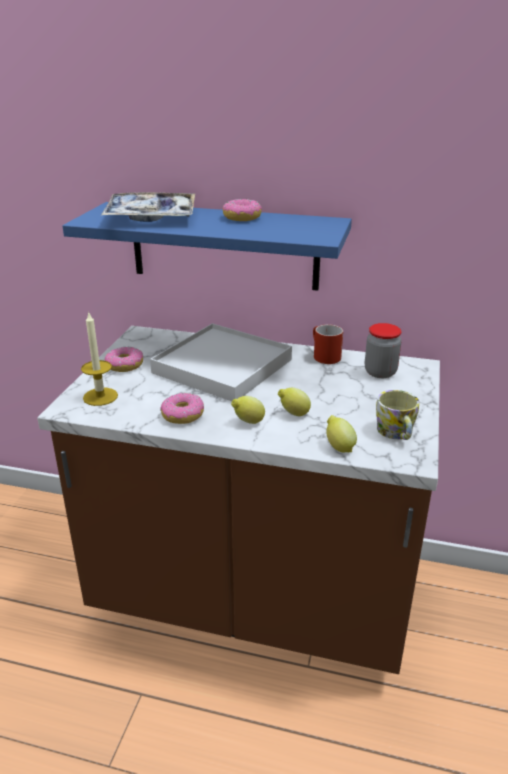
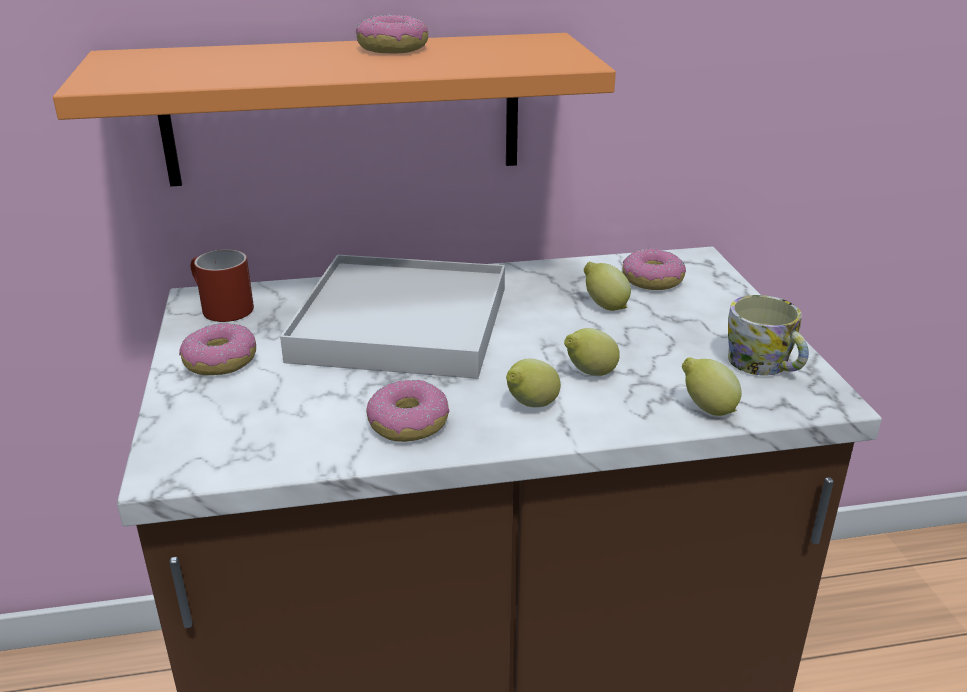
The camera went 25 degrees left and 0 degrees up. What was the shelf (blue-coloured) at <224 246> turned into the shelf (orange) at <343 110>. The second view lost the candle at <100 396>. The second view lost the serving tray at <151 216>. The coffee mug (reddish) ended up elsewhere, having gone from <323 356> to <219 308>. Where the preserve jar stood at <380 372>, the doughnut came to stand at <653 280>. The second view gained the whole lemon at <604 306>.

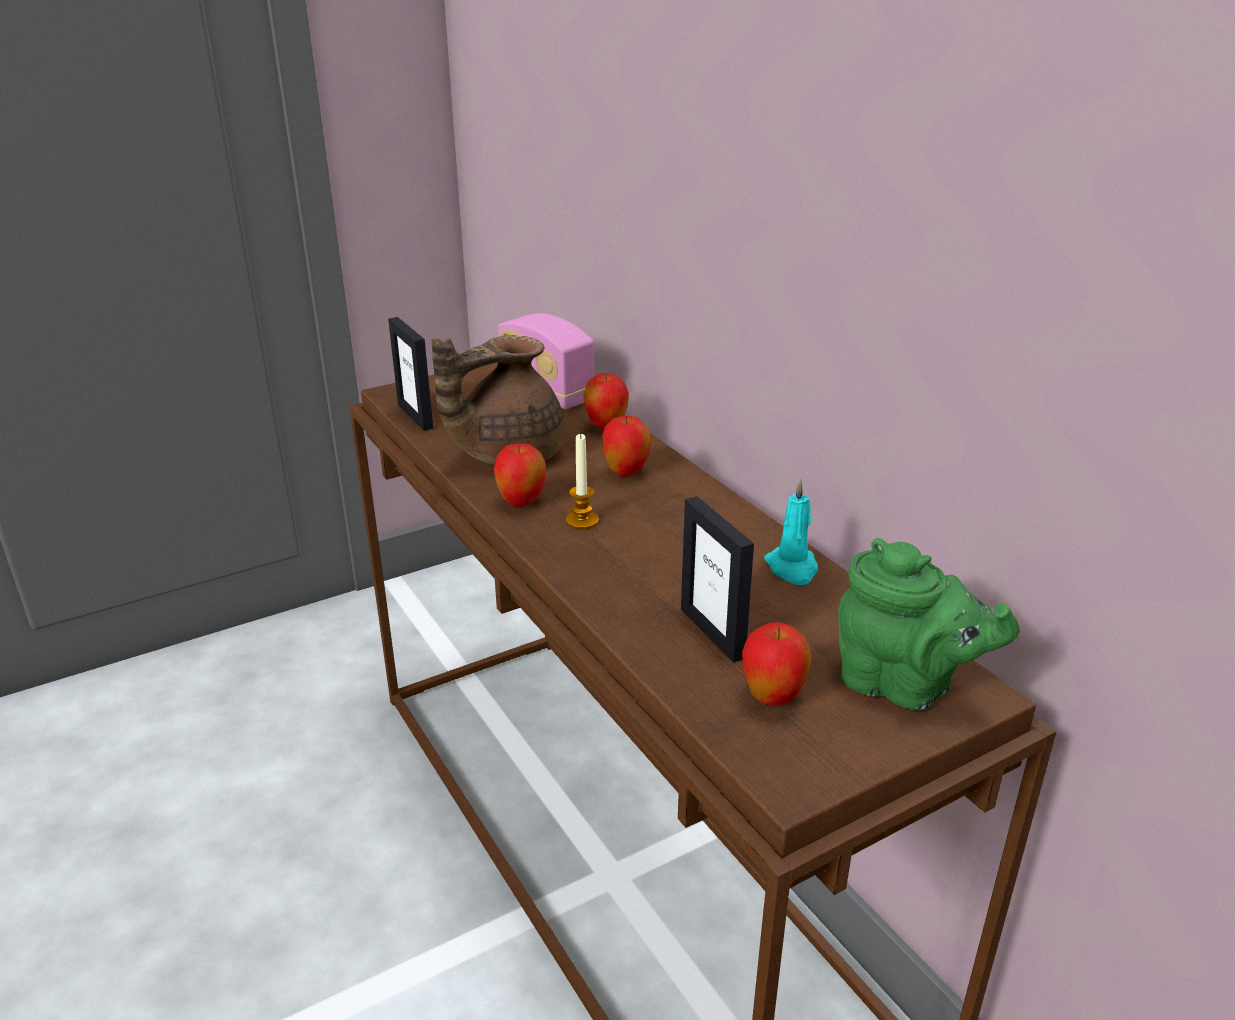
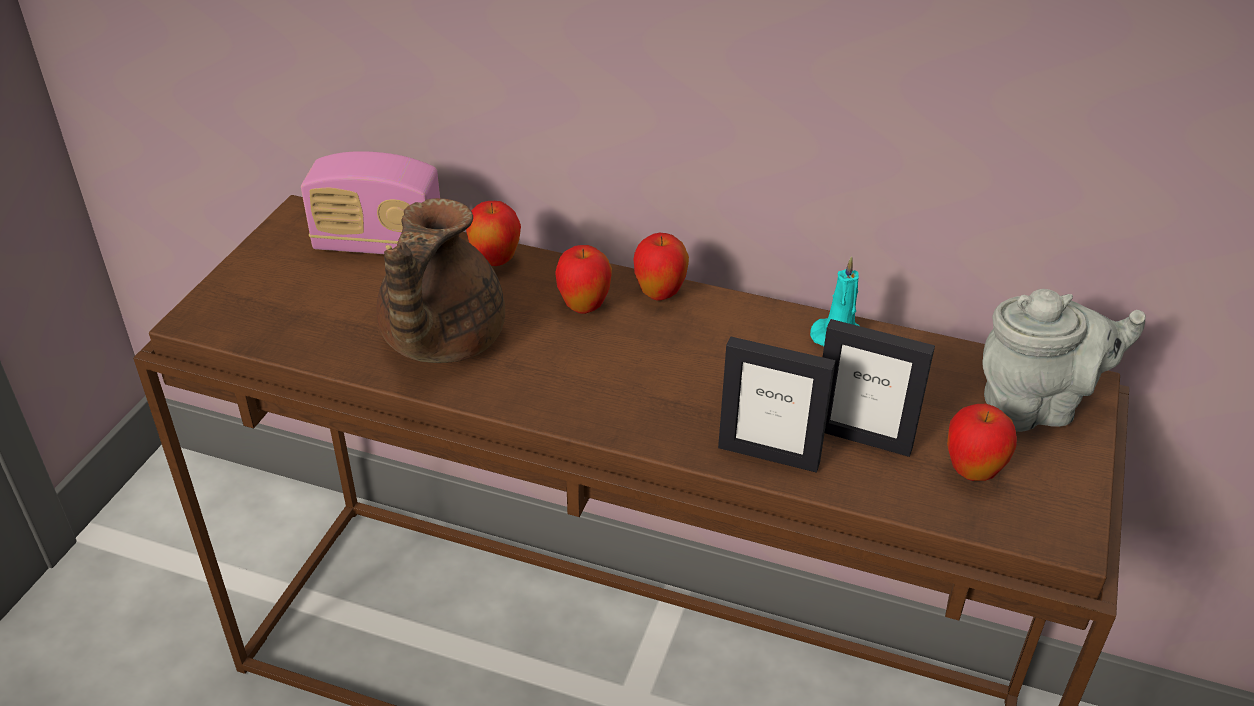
The camera went 40 degrees left and 10 degrees up. The standing frame ended up elsewhere, having gone from <416 416> to <769 454>. The apple ended up elsewhere, having gone from <521 503> to <660 294>. The second view lost the candle at <582 521>. What was the tea pot (greenish) at <904 686> turned into the tea pot (greyish) at <1035 407>.

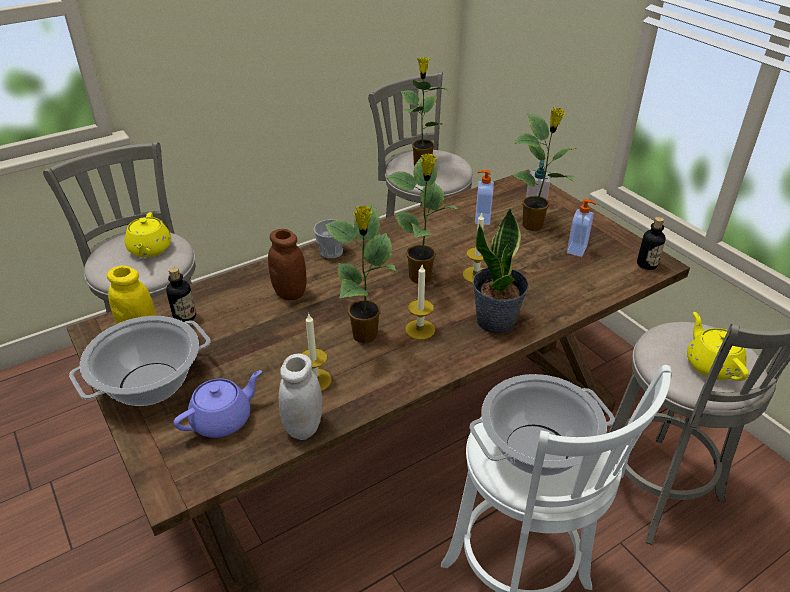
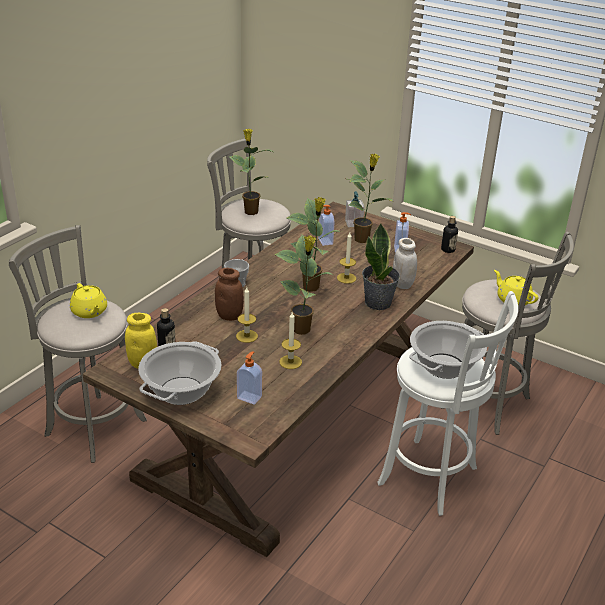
The camera went 25 degrees left and 5 degrees down. Where the tea pot (purple-coloured) stood at <223 419>, the soap bottle came to stand at <249 397>. The preserve jar (white-coloured) ended up elsewhere, having gone from <303 427> to <402 284>. The candle ended up elsewhere, having gone from <420 329> to <247 336>.

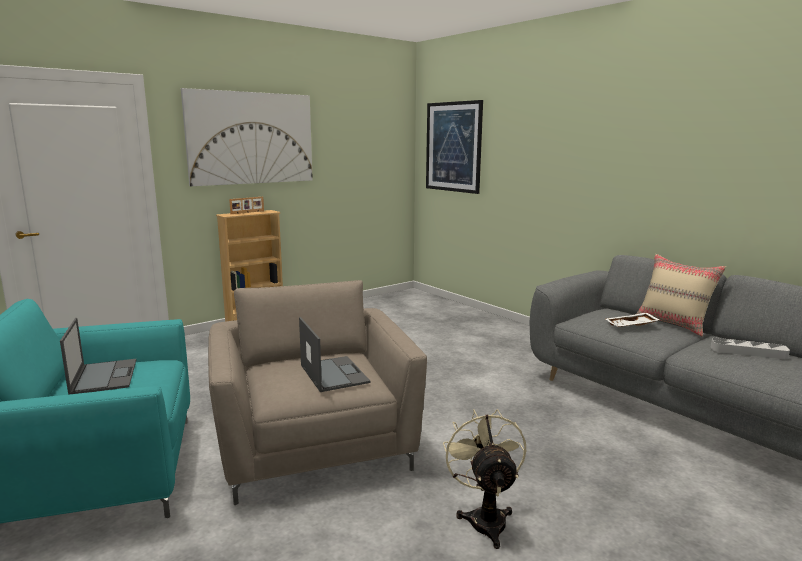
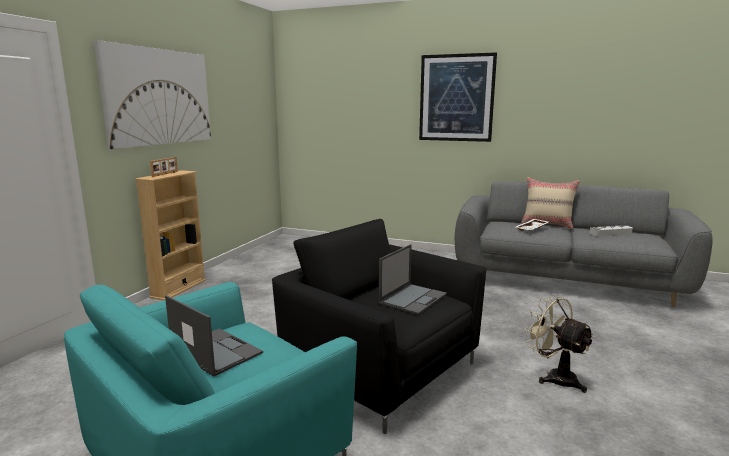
The camera went 30 degrees left and 0 degrees up. What was the easy chair (beige-coloured) at <314 445> turned into the easy chair (black-coloured) at <380 369>. The laptop at <333 373> ended up facing another way, 90 degrees clockwise from before. The wall picture ended up elsewhere, having gone from <453 147> to <456 98>.

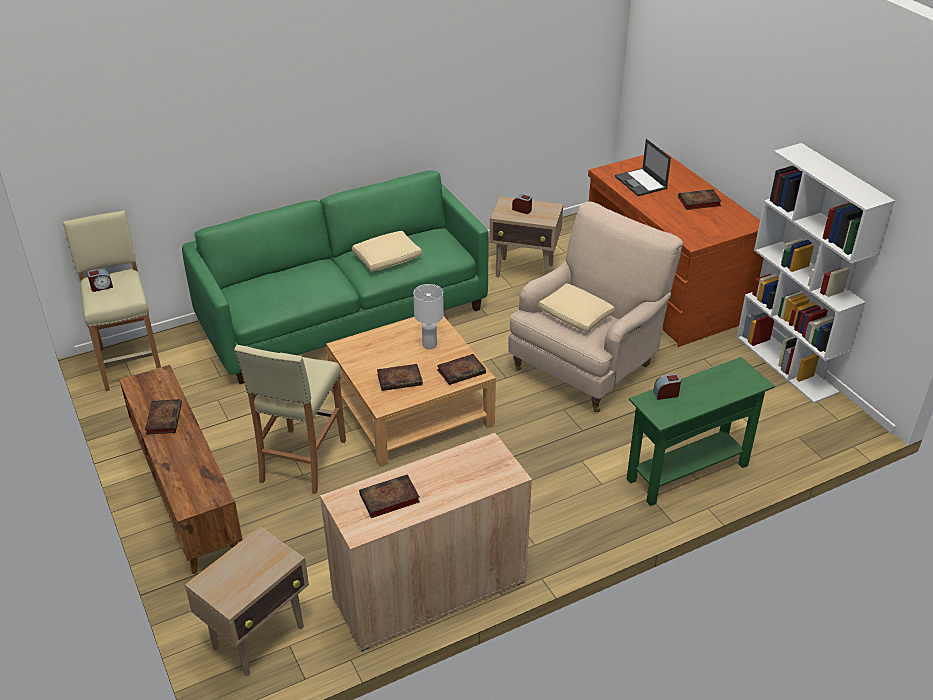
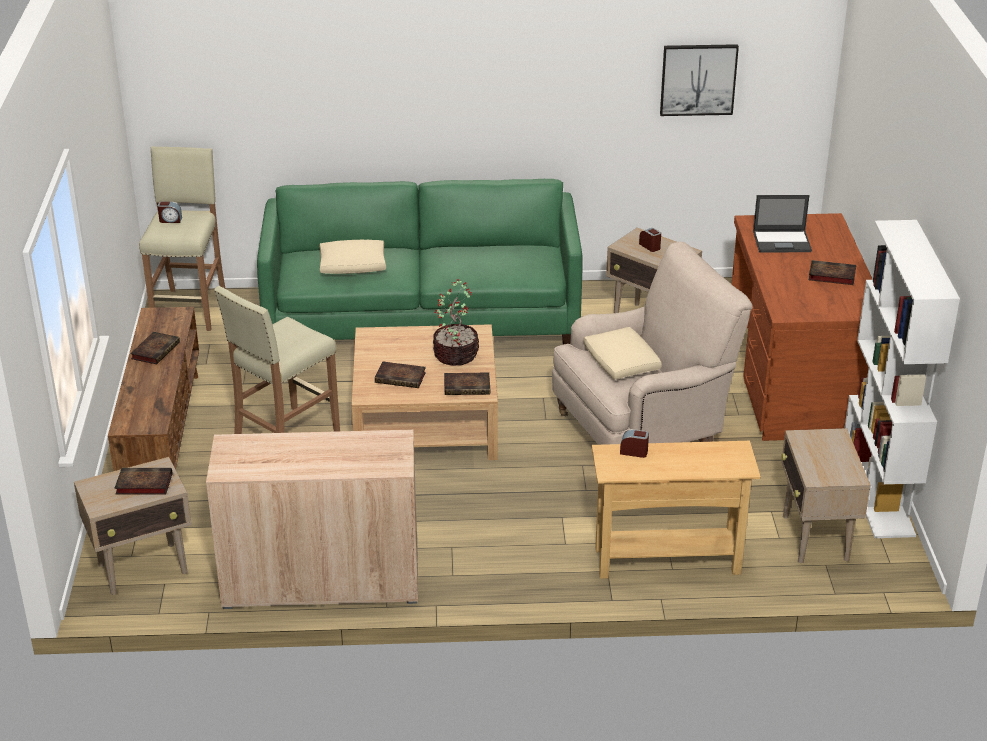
The camera went 25 degrees right and 5 degrees down. The pillow (beige-coloured) ended up elsewhere, having gone from <387 258> to <353 266>. The bound book ended up elsewhere, having gone from <388 499> to <142 484>. Where the lamp for a table (white-coloured) stood at <430 344>, the potted plant came to stand at <456 354>. The laptop at <641 183> ended up facing another way, 90 degrees counterclockwise from before. What was the hall table (greenish) at <687 472> turned into the hall table (beige-coloured) at <667 560>. The second view gained the wall picture at <698 79>. The second view gained the accent table (beige-coloured) at <815 539>.

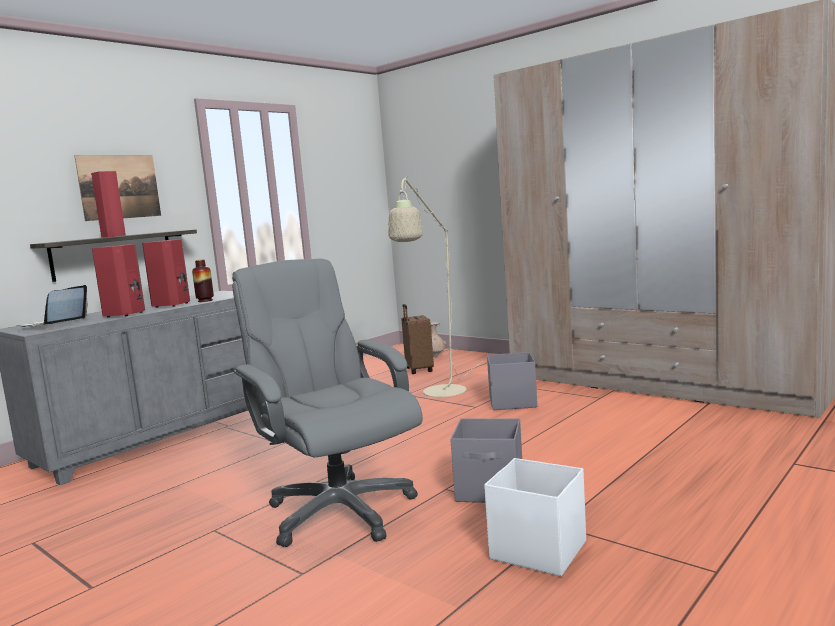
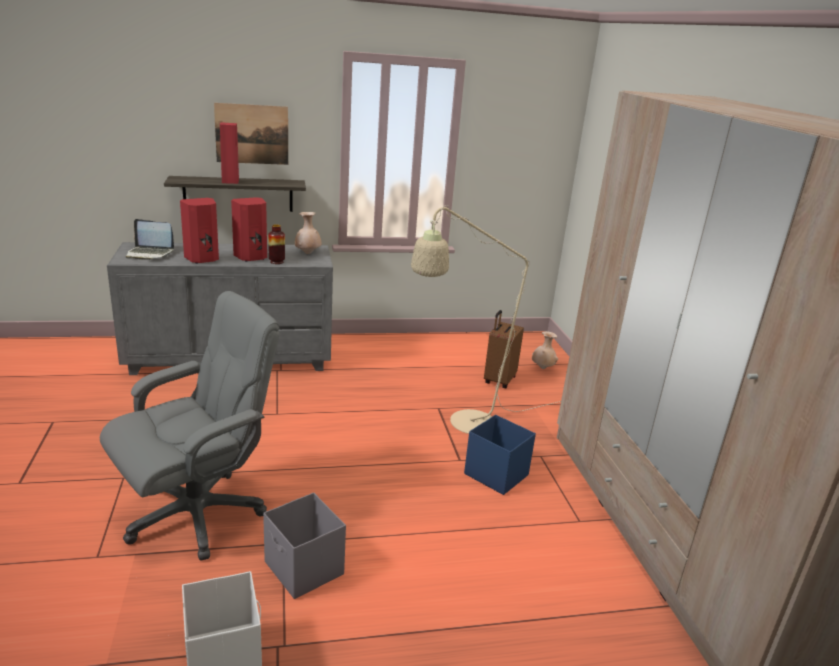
The camera went 35 degrees right and 15 degrees up. The laptop at <53 325> ended up facing another way, 135 degrees counterclockwise from before. The office chair (greyish) at <339 511> ended up facing another way, 45 degrees clockwise from before. What was the storage container (greyish) at <511 402> turned into the storage container (blue-coloured) at <495 474>. The second view gained the decorative vase (beige-coloured) at <307 253>.

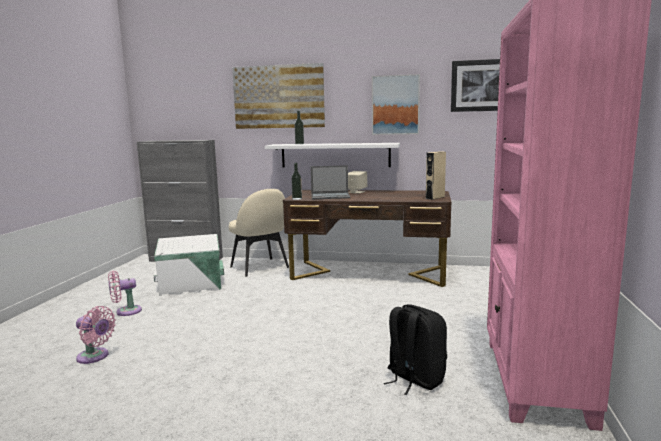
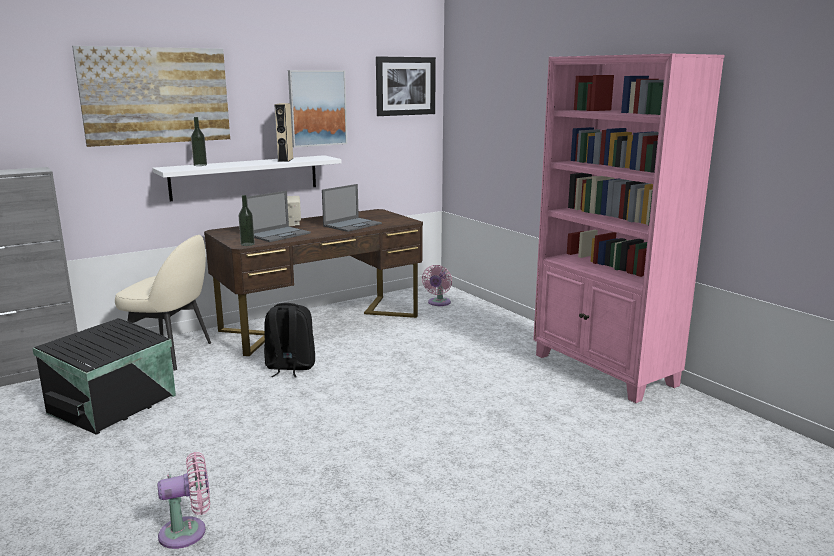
The camera went 45 degrees left and 5 degrees up. The fan (pink-coloured) ended up elsewhere, having gone from <126 311> to <438 303>. What was the storage container (white-coloured) at <191 284> turned into the storage container (black-coloured) at <115 404>. The backpack (black-coloured) ended up elsewhere, having gone from <414 379> to <290 367>. The audio speaker (beige-coloured) ended up elsewhere, having gone from <435 197> to <285 160>. The second view gained the laptop at <353 225>.

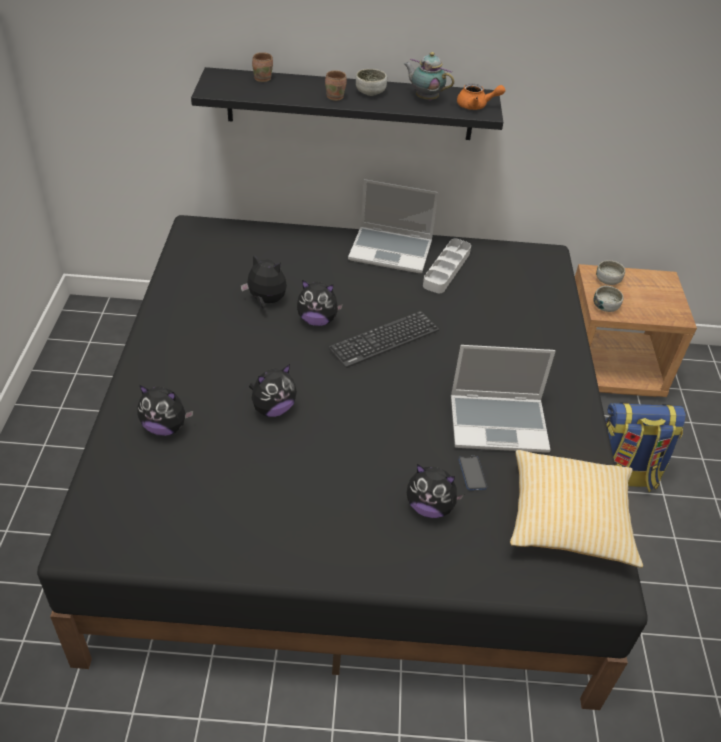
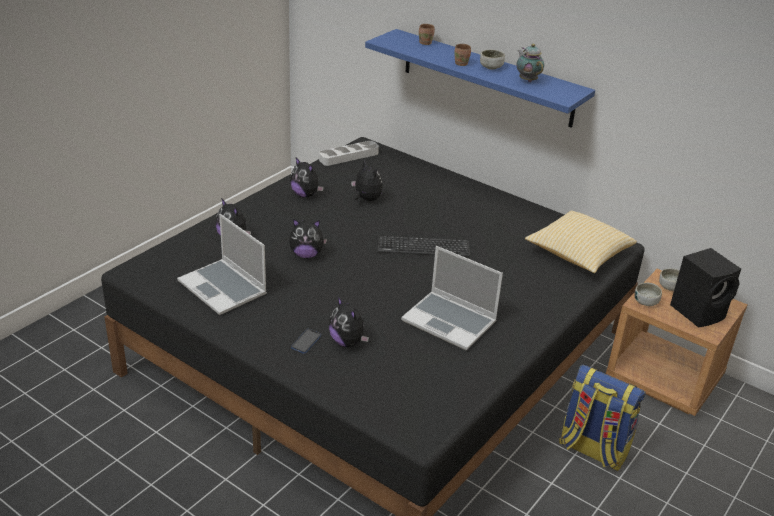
The camera went 35 degrees right and 10 degrees down. What was the shelf (black-coloured) at <350 104> turned into the shelf (blue-coloured) at <487 77>. The plush toy ended up elsewhere, having gone from <317 320> to <306 195>. The laptop ended up elsewhere, having gone from <392 251> to <224 288>. The serving tray (greyish) ended up elsewhere, having gone from <446 269> to <349 156>. The second view lost the tea pot (orange) at <476 106>. The telephone ended up elsewhere, having gone from <472 473> to <306 342>. The pillow ended up elsewhere, having gone from <568 520> to <578 254>. The second view gained the audio speaker (black-coloured) at <699 312>.

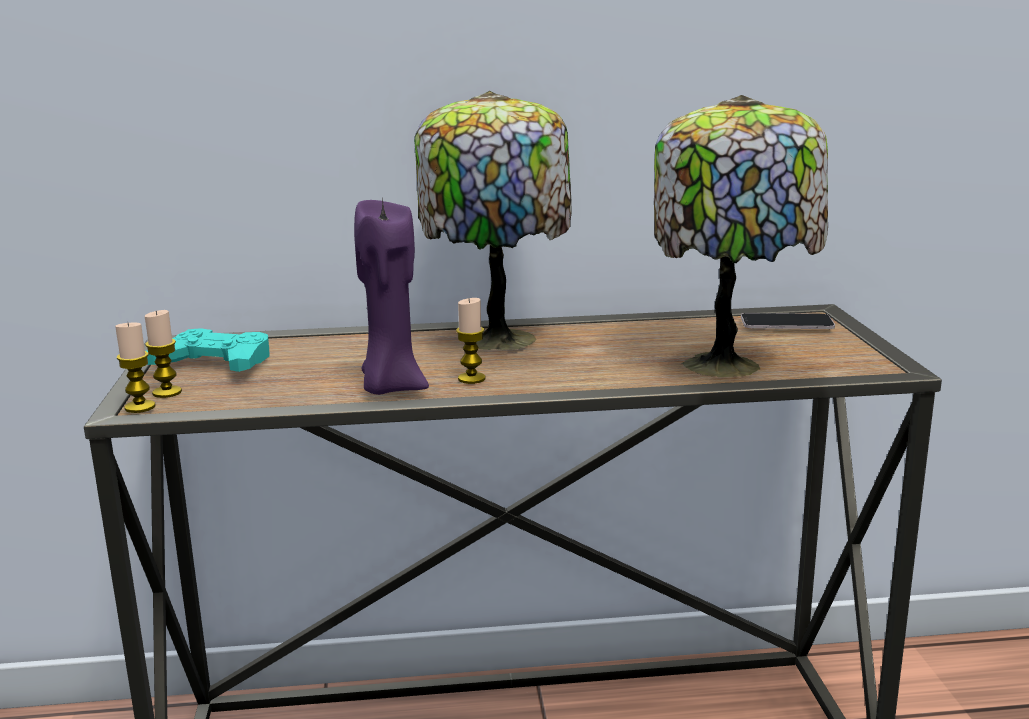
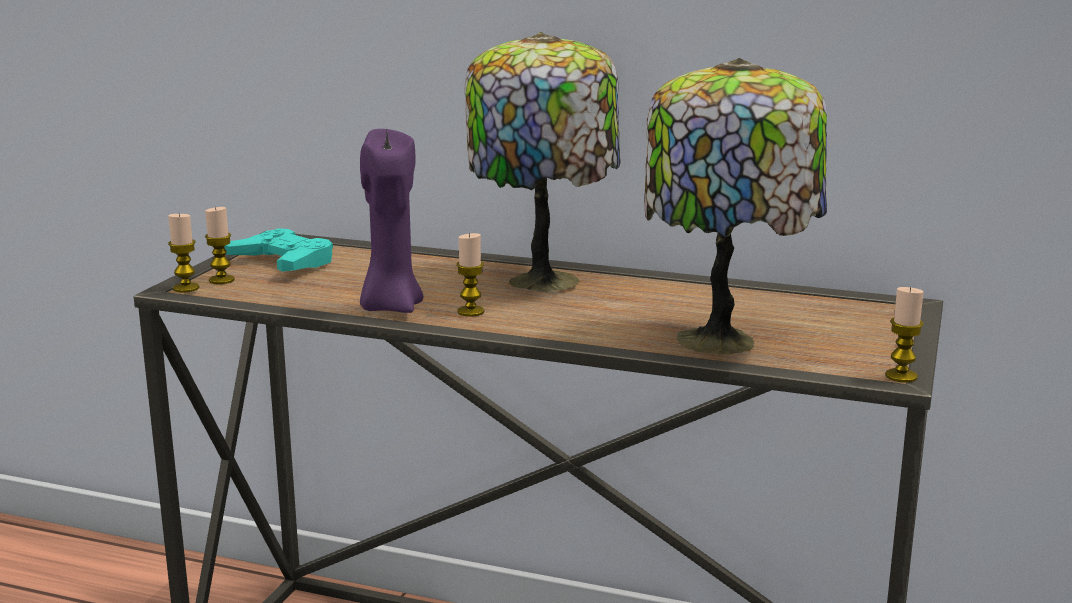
The camera went 25 degrees right and 0 degrees up. The second view lost the telephone at <786 323>. The second view gained the candle at <901 376>.

